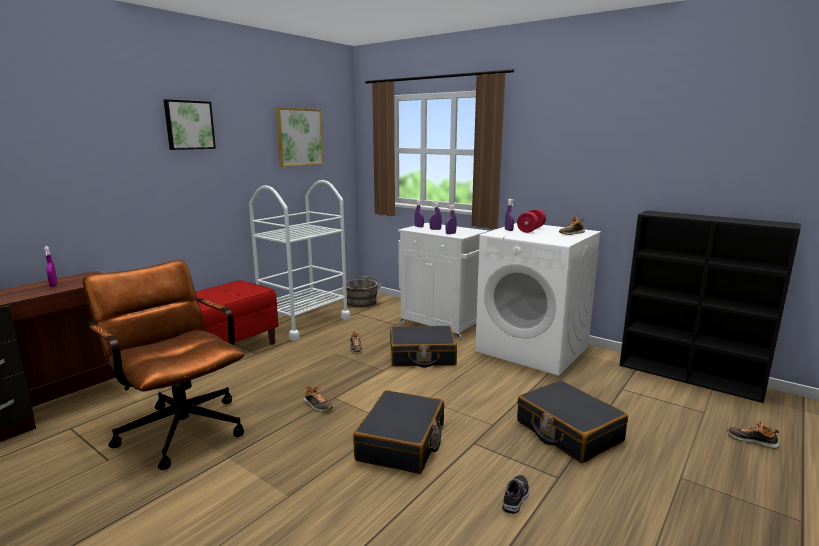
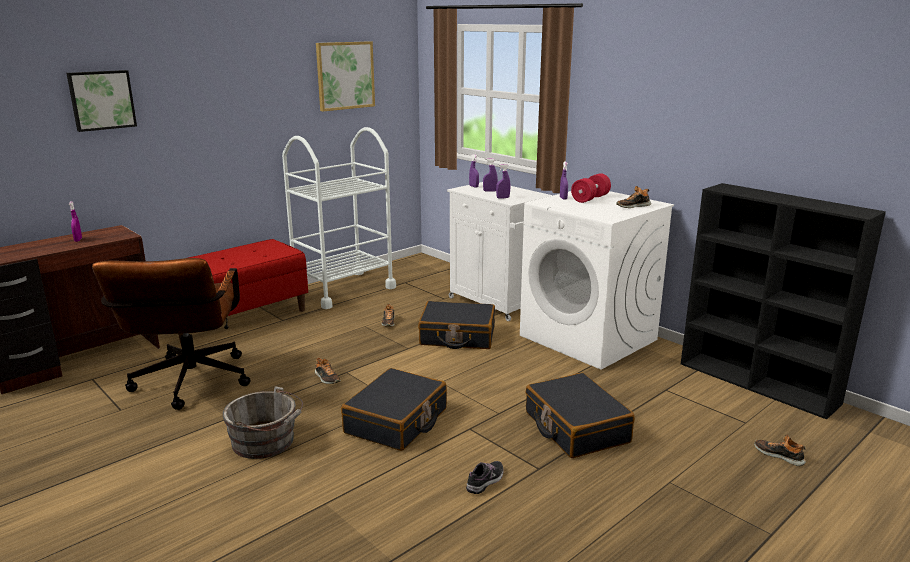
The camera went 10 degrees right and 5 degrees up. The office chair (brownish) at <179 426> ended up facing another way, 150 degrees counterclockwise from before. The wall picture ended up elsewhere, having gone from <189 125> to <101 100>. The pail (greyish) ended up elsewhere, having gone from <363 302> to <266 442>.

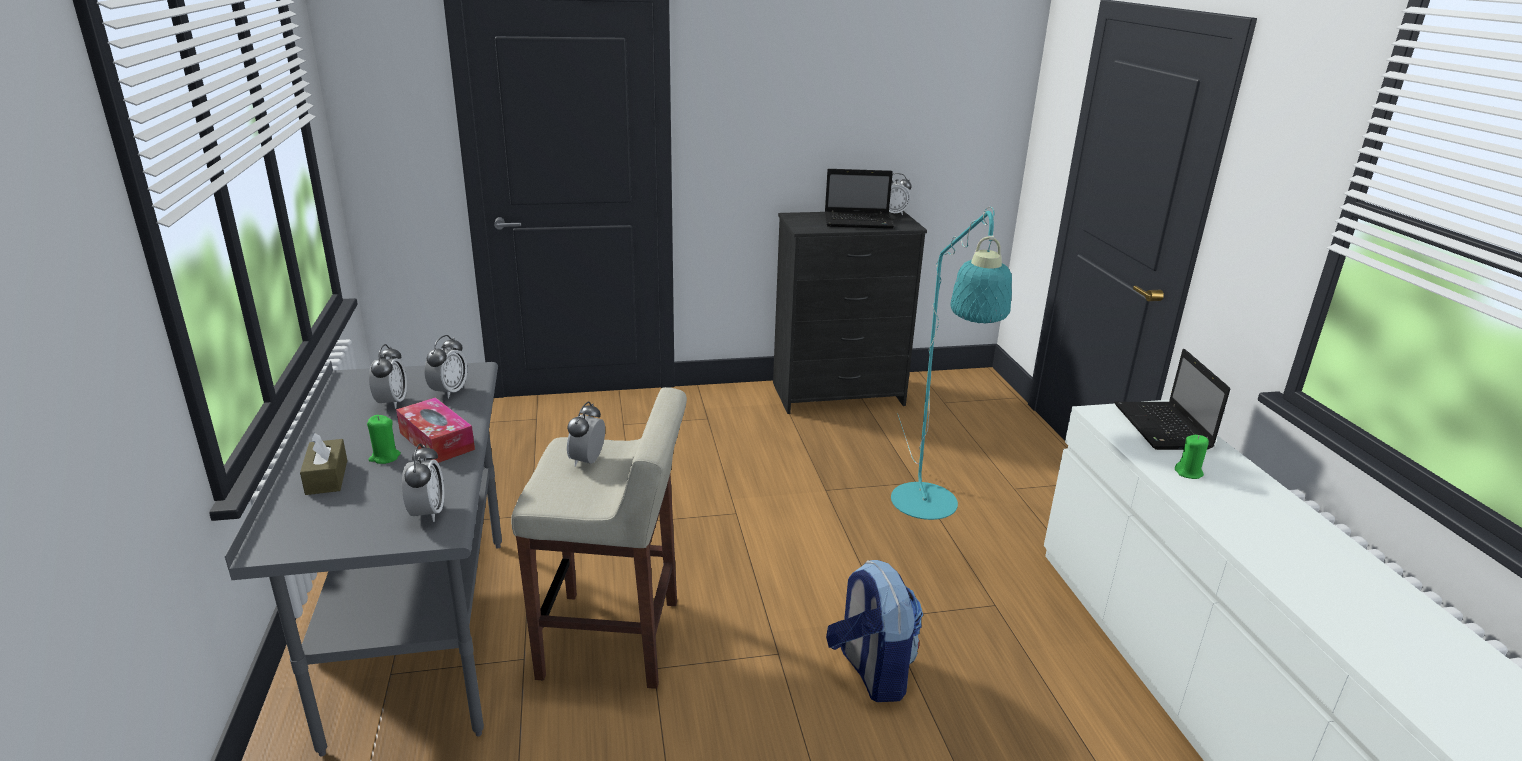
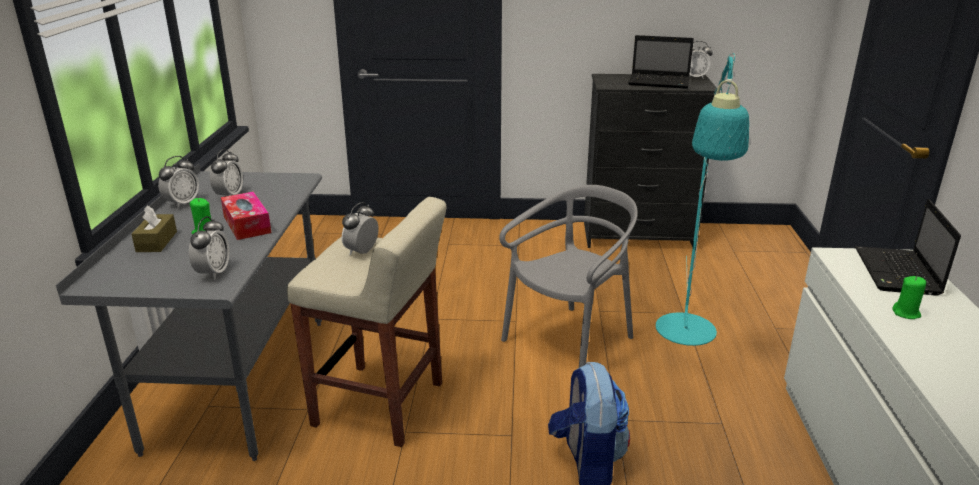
The camera went 15 degrees right and 0 degrees up. The alarm clock ended up elsewhere, having gone from <449 392> to <182 203>. The second view gained the chair (greyish) at <569 342>.

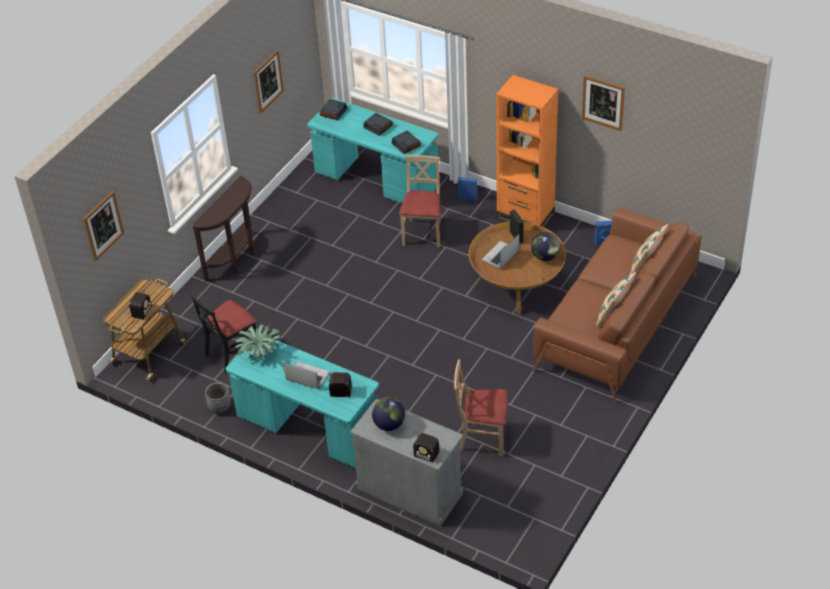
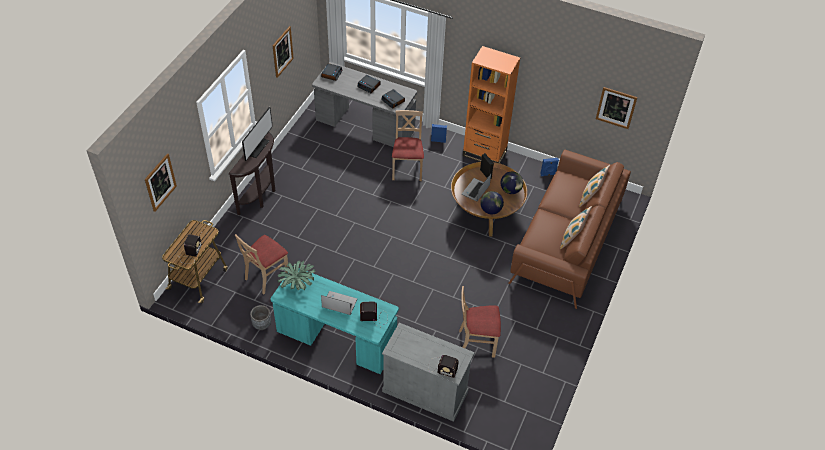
The camera went 10 degrees left and 5 degrees up. What was the chair (black-coloured) at <231 353> turned into the chair (beige-coloured) at <266 276>. What was the desk table (blue-green) at <376 180> turned into the desk table (greyish) at <365 126>. The world globe ended up elsewhere, having gone from <389 424> to <490 210>. The wall picture ended up elsewhere, having gone from <603 102> to <616 107>. The second view gained the computer display at <257 147>.

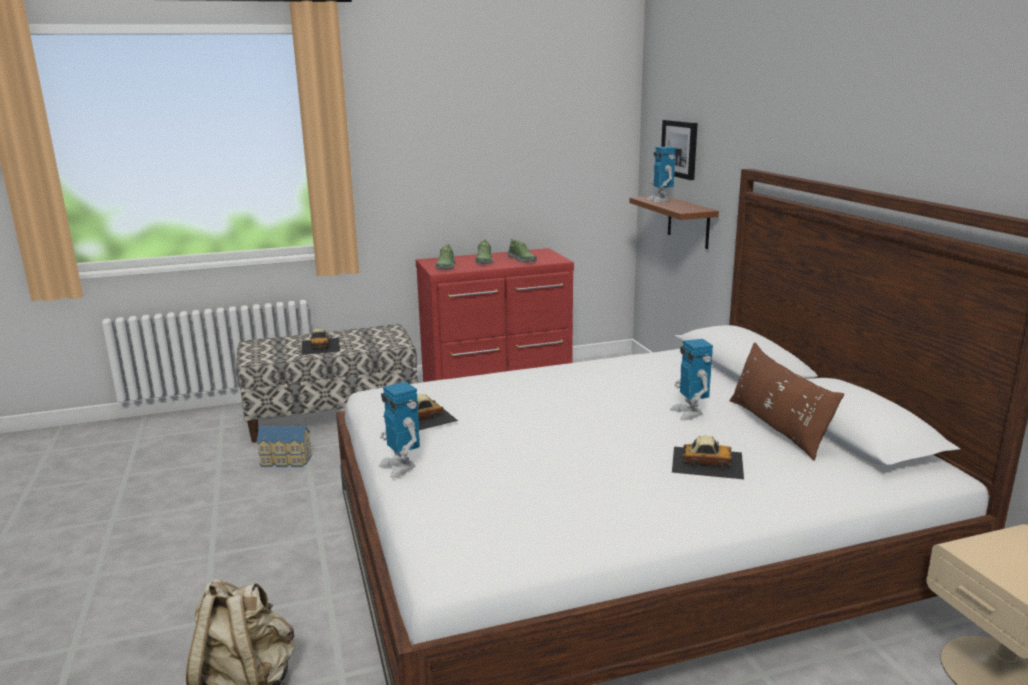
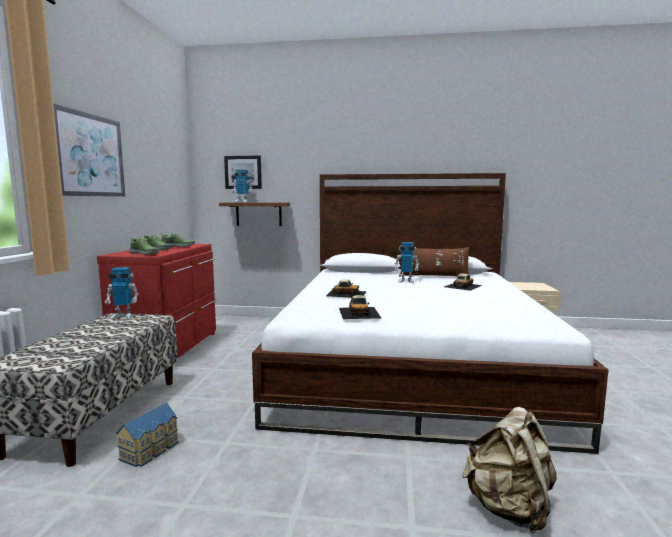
The camera went 65 degrees left and 10 degrees down. The toy car ended up elsewhere, having gone from <320 345> to <346 293>. The robot figure ended up elsewhere, having gone from <401 467> to <123 316>. The second view gained the wall picture at <90 155>.

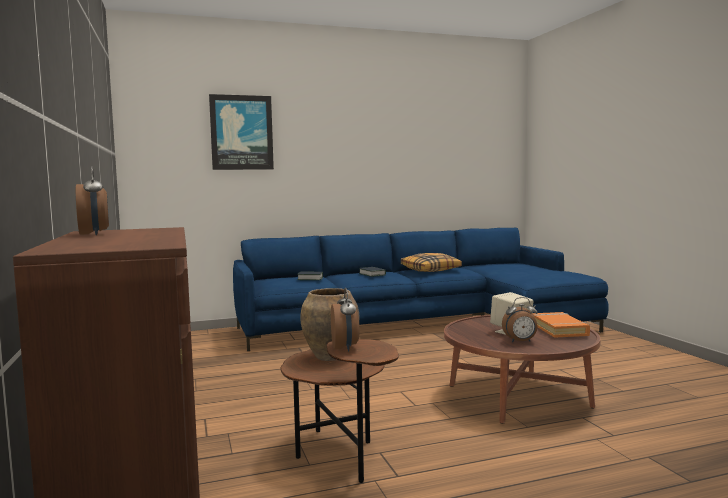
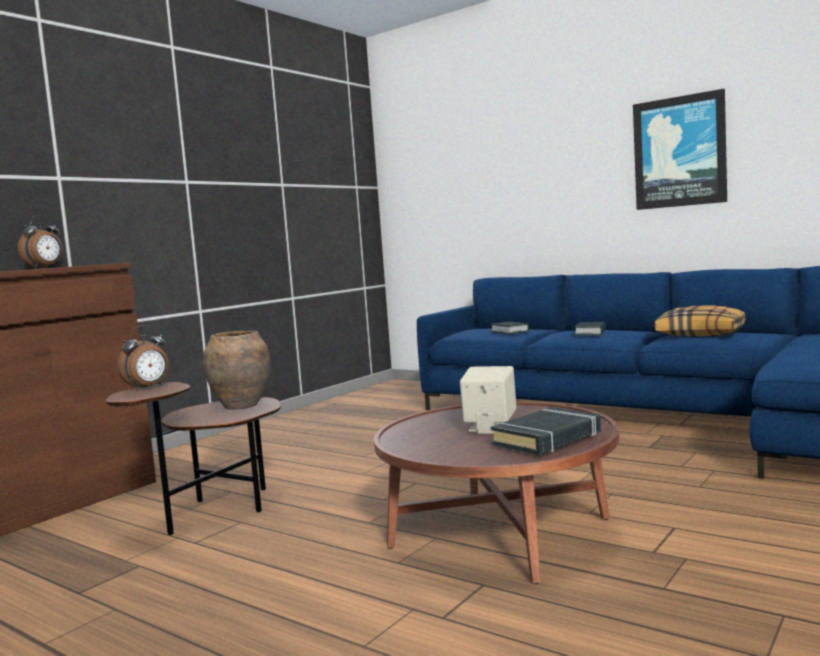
The camera went 55 degrees right and 0 degrees up. The wall picture ended up elsewhere, having gone from <241 132> to <679 152>. The second view lost the alarm clock at <520 341>. What was the bound book (orange) at <559 329> turned into the bound book (black-coloured) at <548 438>.

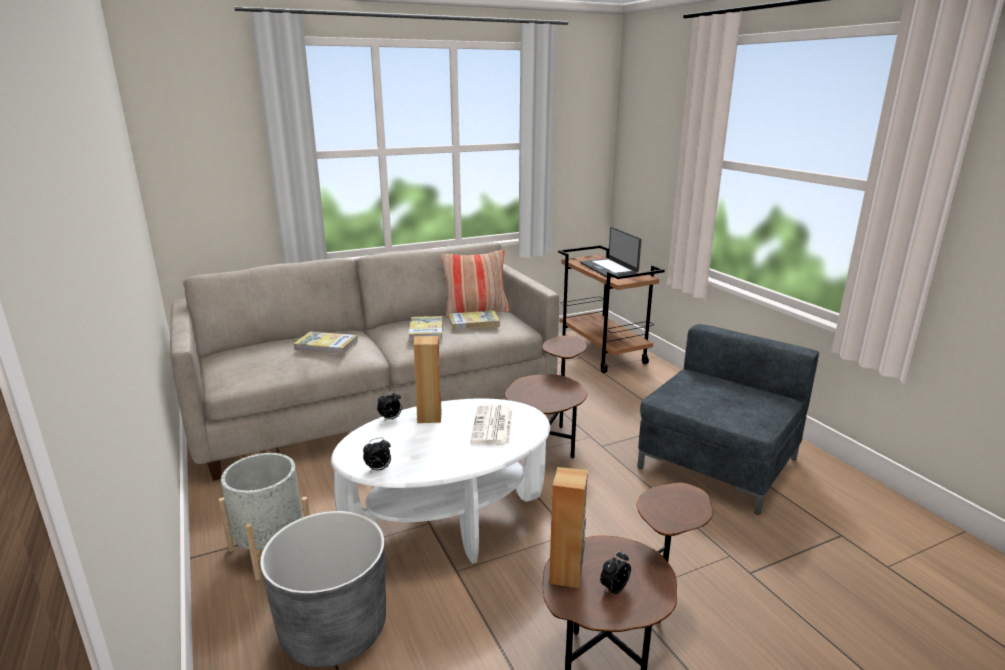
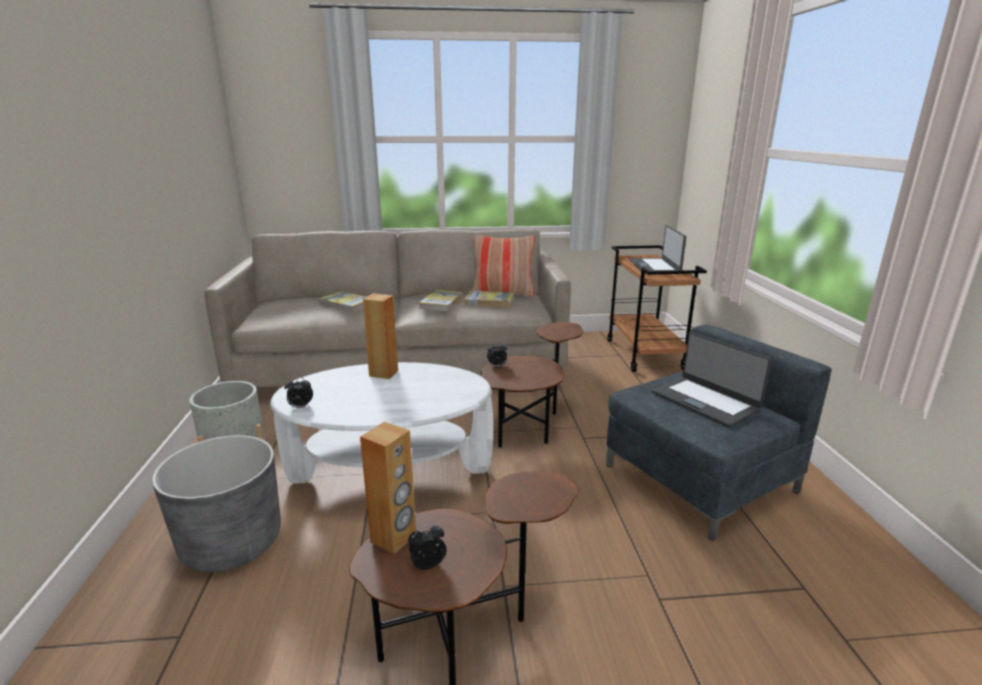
The camera went 20 degrees right and 0 degrees up. The alarm clock ended up elsewhere, having gone from <390 419> to <497 366>. The second view lost the printed paper at <493 426>. The second view gained the laptop at <705 401>.

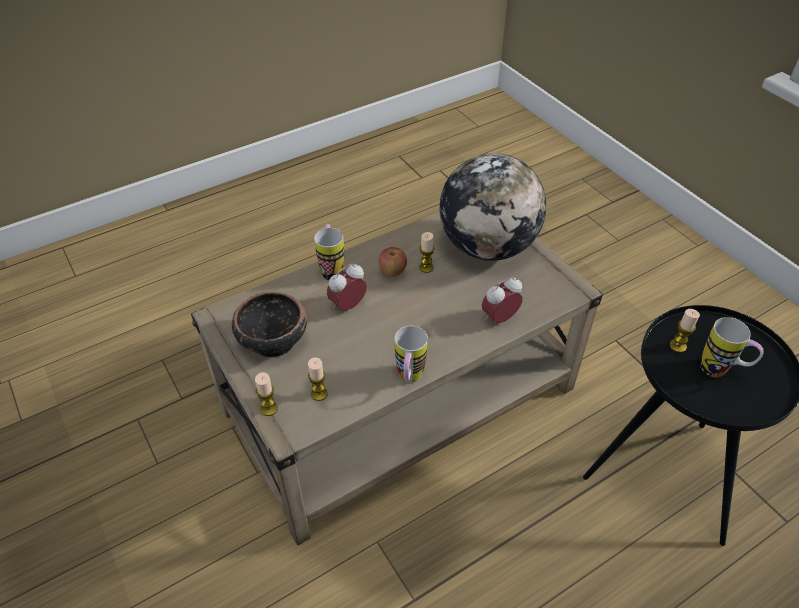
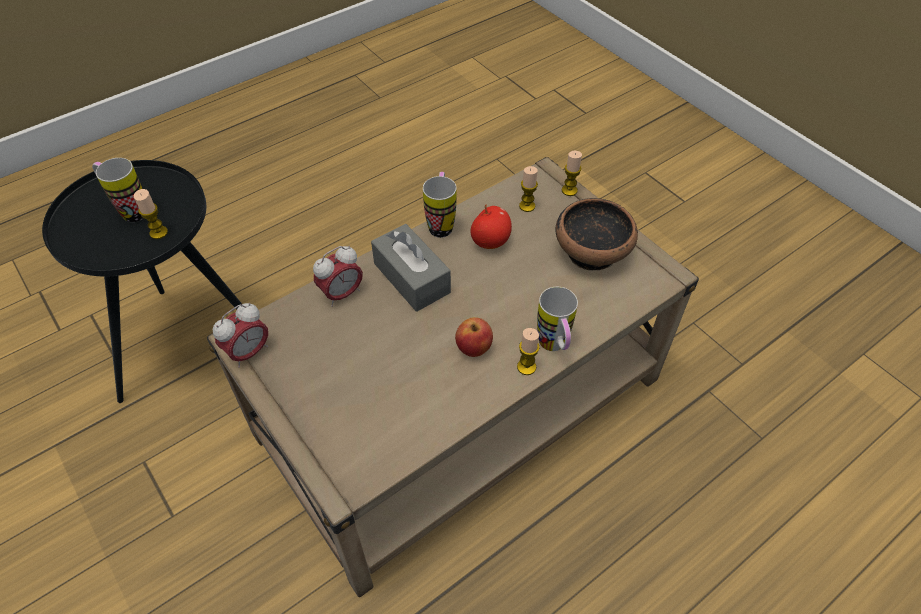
The camera went 175 degrees right and 5 degrees up. The alarm clock ended up elsewhere, having gone from <348 305> to <248 352>. The candle ended up elsewhere, having gone from <426 267> to <526 367>. The second view lost the world globe at <487 246>. The second view gained the tissue holder (greyish) at <411 278>. The second view gained the apple at <490 241>.

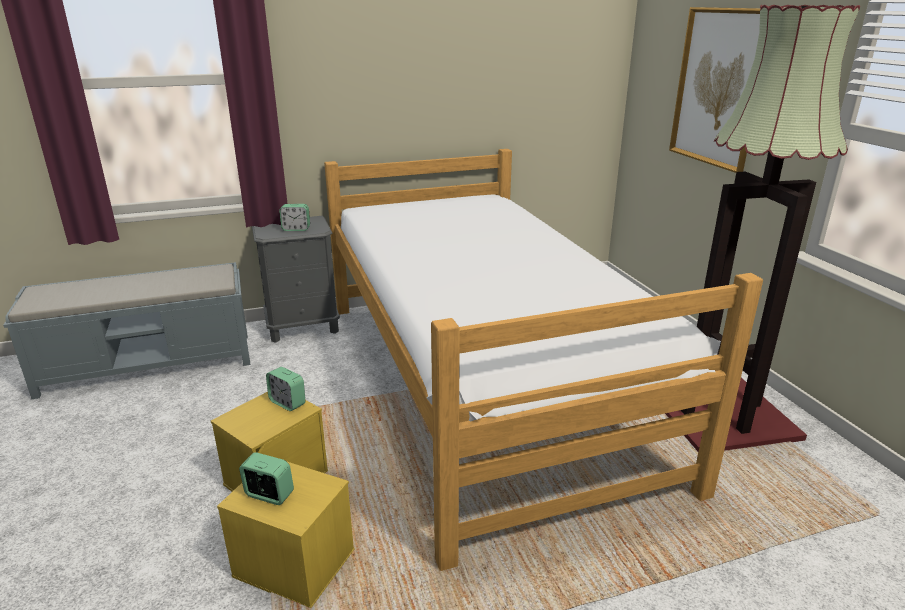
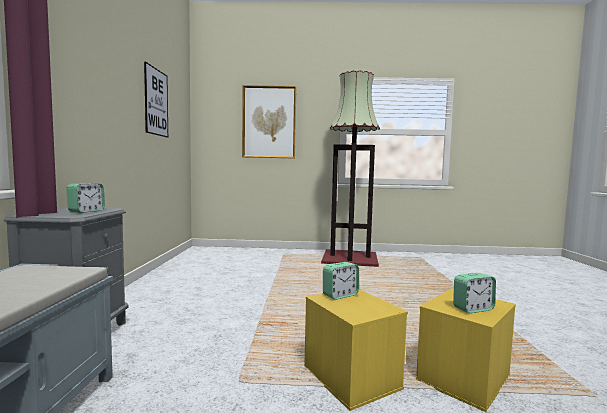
The camera went 70 degrees left and 20 degrees down. The alarm clock at <269 495> ended up facing another way, 150 degrees counterclockwise from before. The second view lost the sleeping bed at <482 382>. The second view gained the wall picture at <156 102>.

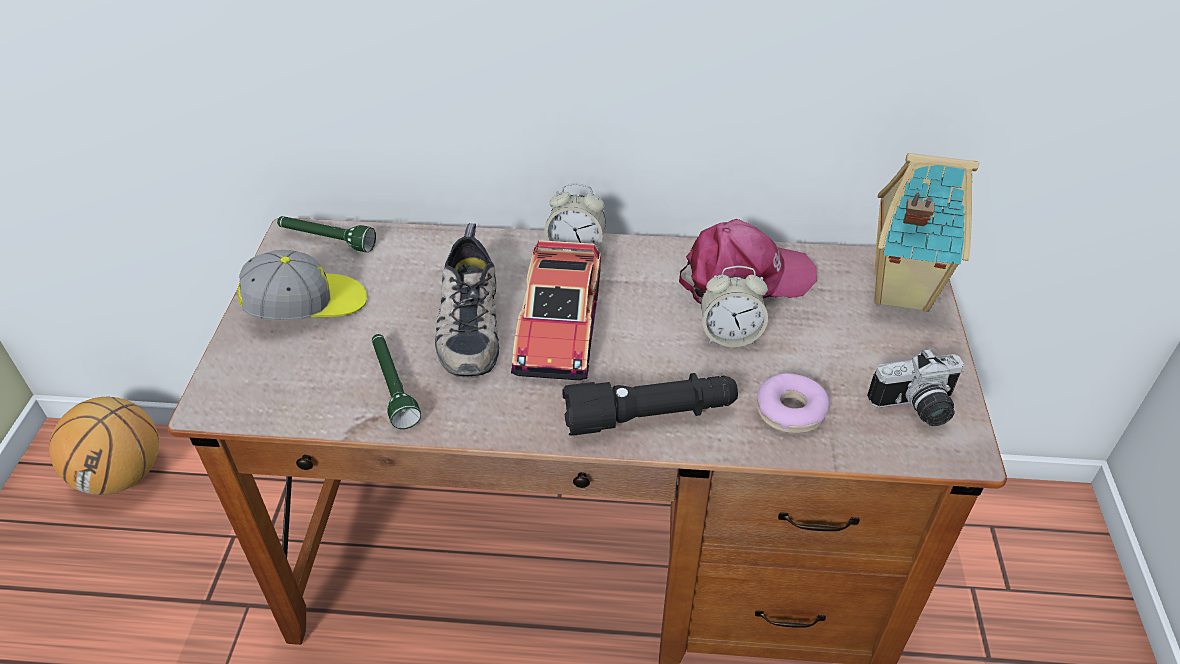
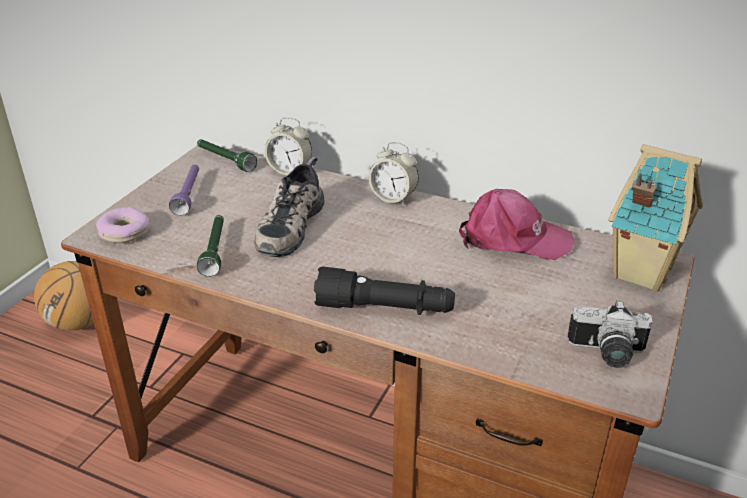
The camera went 20 degrees right and 10 degrees down. Where the peaked cap stood at <307 307>, the hand torch (purple-coloured) came to stand at <188 195>. The second view lost the toy car at <558 325>. The alarm clock ended up elsewhere, having gone from <730 335> to <290 171>. The doughnut ended up elsewhere, having gone from <790 411> to <125 232>.

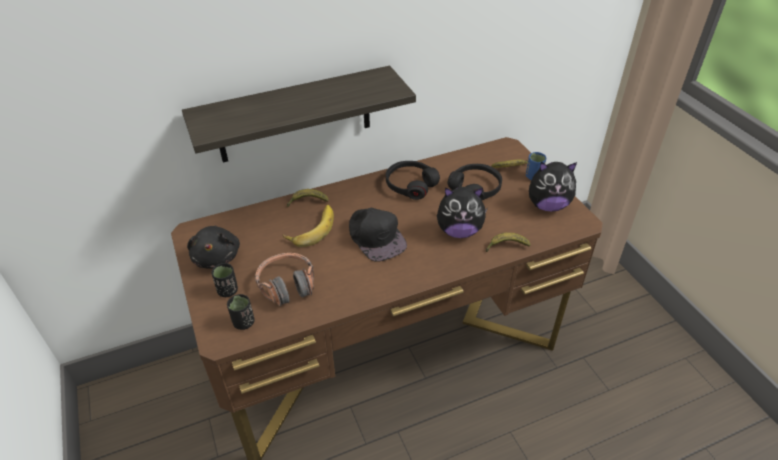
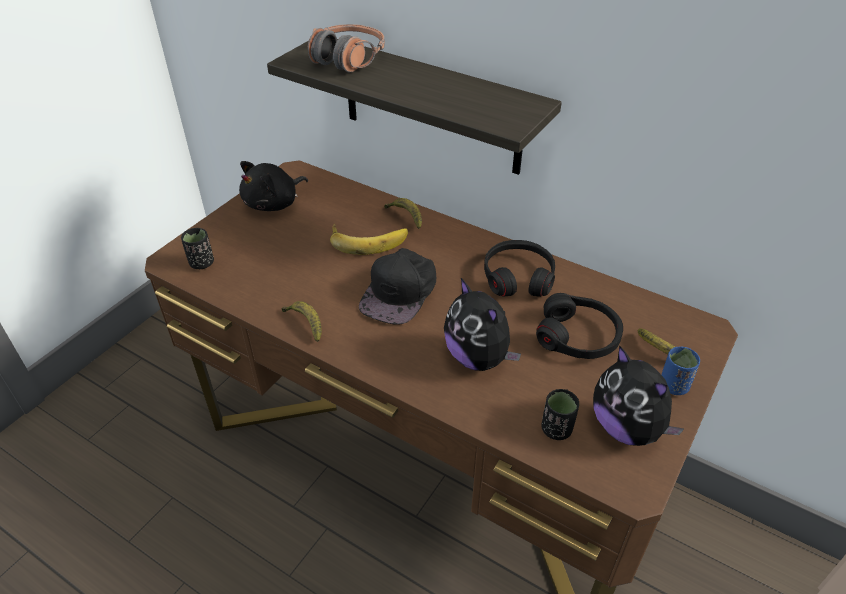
The camera went 55 degrees right and 0 degrees up. The small cup (black-coloured) ended up elsewhere, having gone from <228 291> to <556 429>. The headset ended up elsewhere, having gone from <287 285> to <348 59>. The whole banana ended up elsewhere, having gone from <506 246> to <305 324>.

